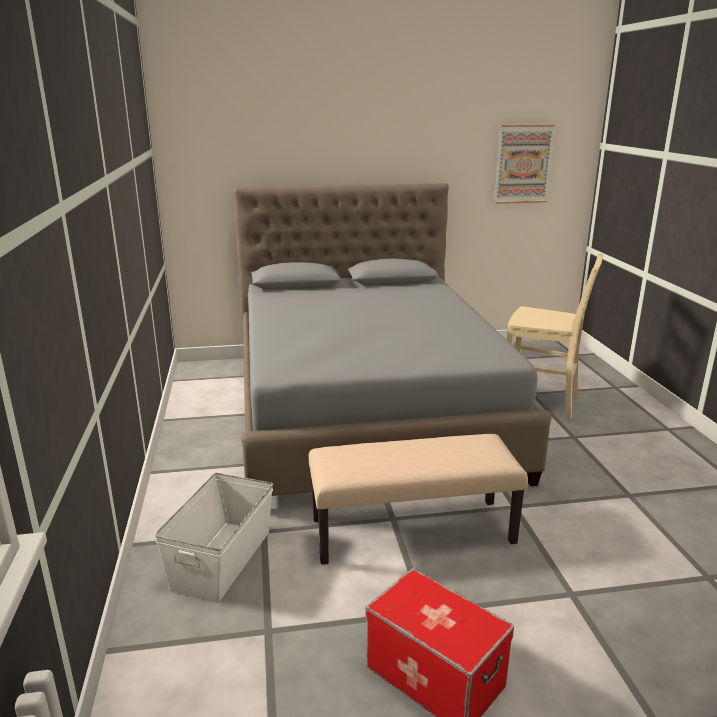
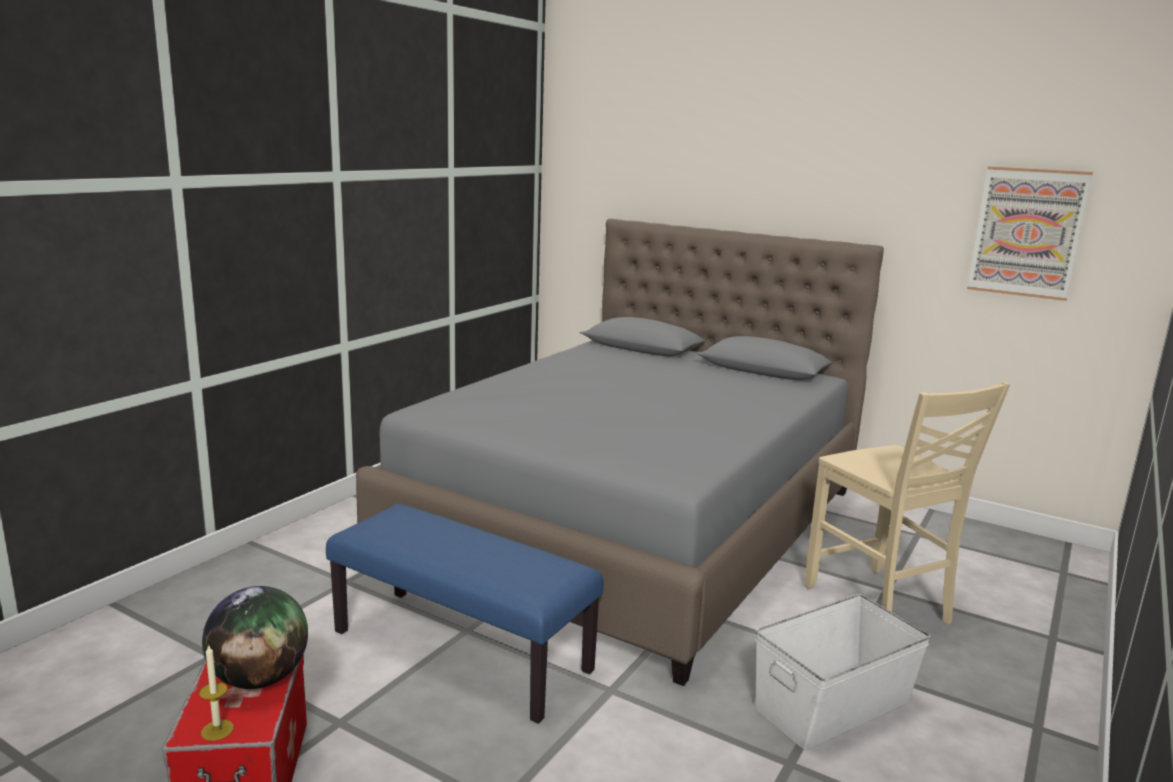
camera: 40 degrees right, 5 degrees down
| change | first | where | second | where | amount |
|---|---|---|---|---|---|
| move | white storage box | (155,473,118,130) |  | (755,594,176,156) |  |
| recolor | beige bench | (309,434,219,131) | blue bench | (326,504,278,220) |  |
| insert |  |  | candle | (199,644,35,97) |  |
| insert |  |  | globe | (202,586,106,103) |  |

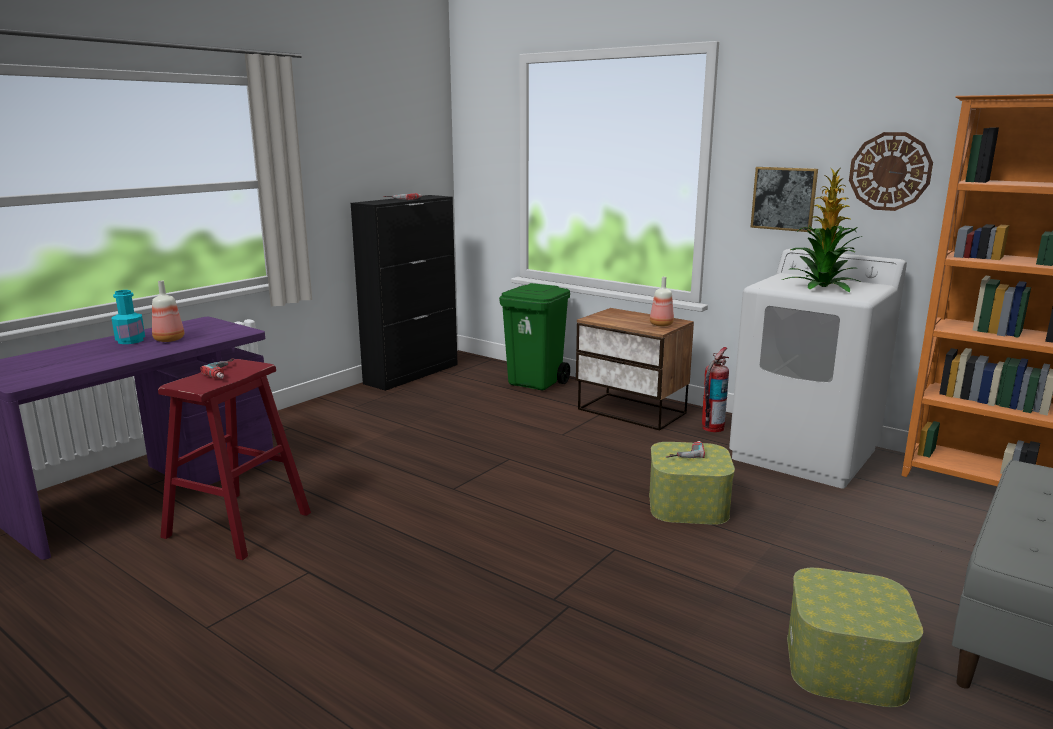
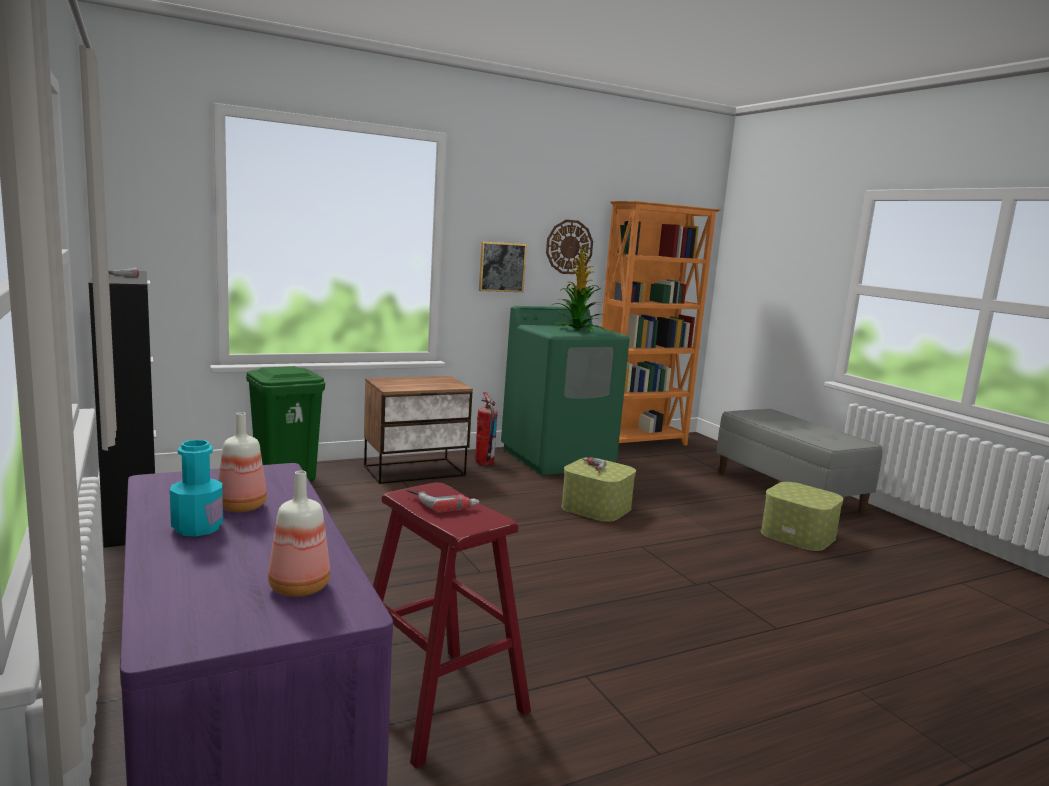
camera: 65 degrees left, 5 degrees down
| change | first | where | second | where | amount |
|---|---|---|---|---|---|
| move | bottle | (650,277,24,49) |  | (268,471,62,126) |  |
| recolor | white washing machine | (729,249,178,239) | green washing machine | (501,306,128,169) |  |

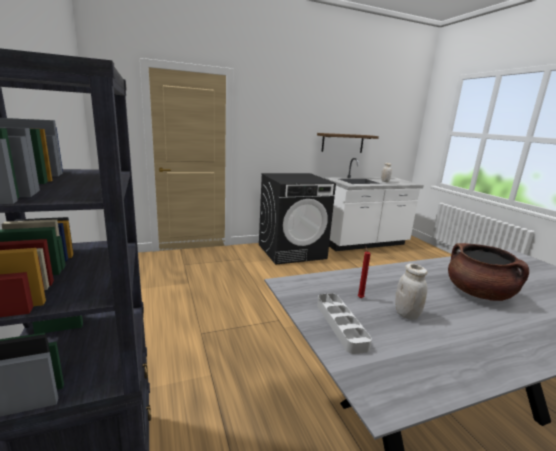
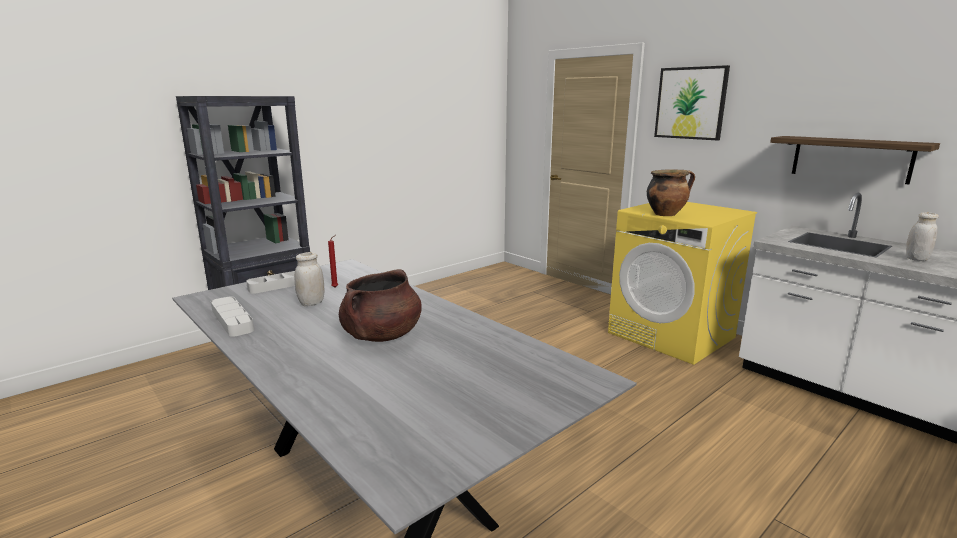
camera: 70 degrees right, 0 degrees up
| change | first | where | second | where | amount |
|---|---|---|---|---|---|
| recolor | black washing machine | (259,173,77,92) | yellow washing machine | (608,202,149,163) |  |
| insert |  |  | grey tray | (211,296,43,41) |  |
| insert |  |  | cooking pot | (647,169,48,47) |  |
| insert |  |  | picture | (654,65,76,76) |  |

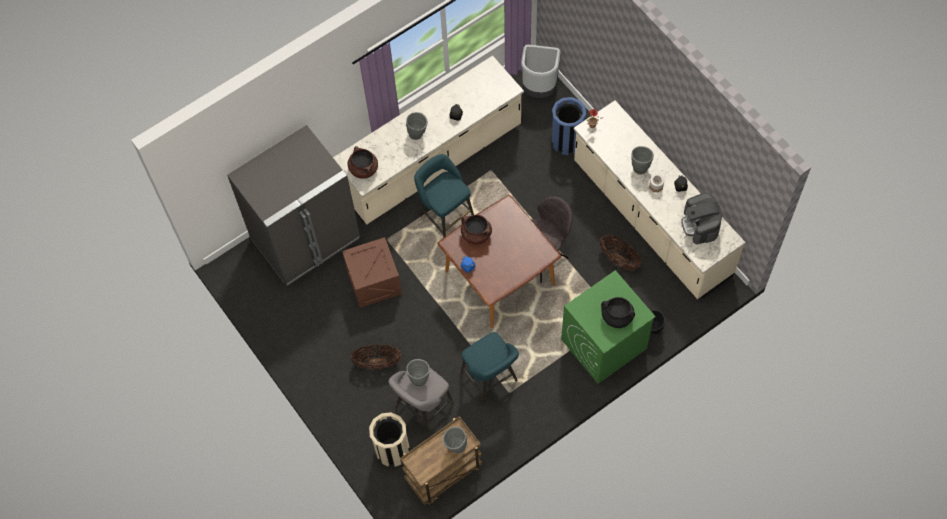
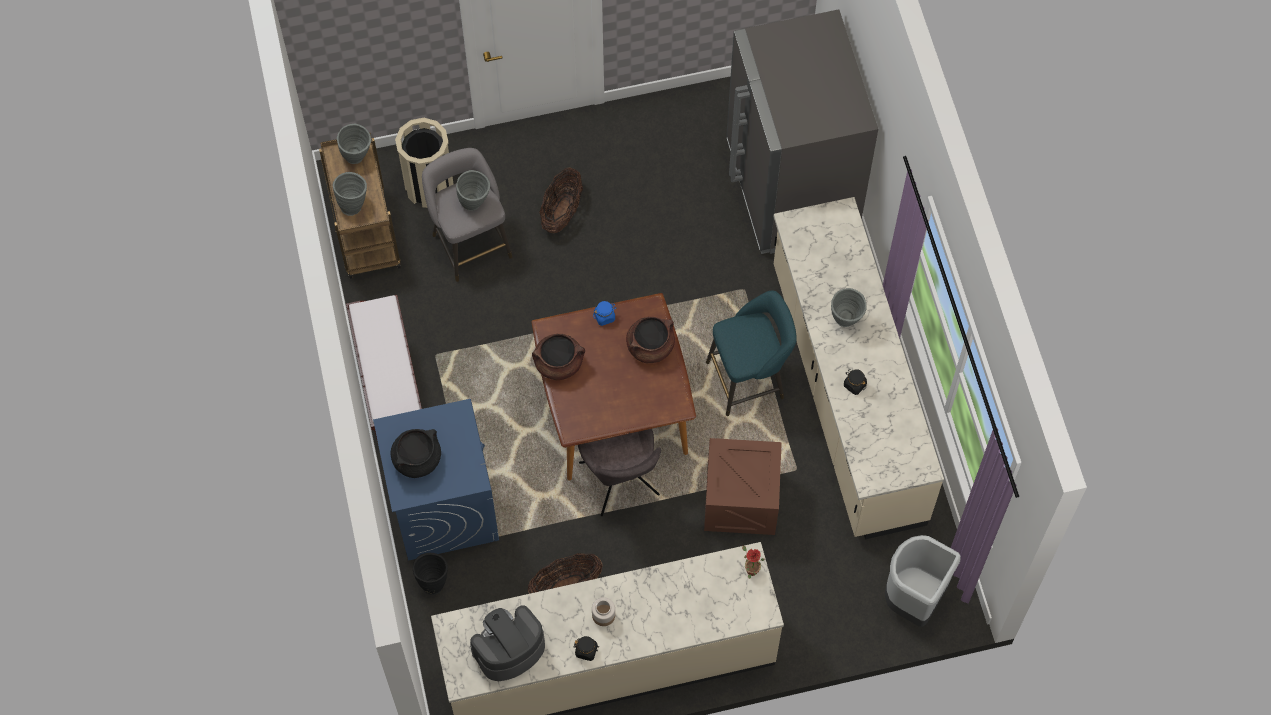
camera: 110 degrees right, 0 degrees up
| change | first | where | second | where | amount |
|---|---|---|---|---|---|
| move | crate | (342,237,60,71) |  | (704,438,78,97) |  |
| move | brown cooking pot | (348,146,30,33) |  | (532,334,53,46) |  |
| delete | turquoise stool | (461,332,58,71) |  |  |  |
| delete | blue trash can | (552,97,34,58) |  |  |  |
| recolor | green washing machine | (561,270,95,114) | blue washing machine | (373,399,126,162) |  |
| move | grey vase | (631,146,23,29) |  | (337,124,34,40) |  |
| rotate | coffee machine | (682,192,40,52) |  | (470,606,75,75) | 45 degrees counterclockwise |
| insert |  |  | brown bench | (346,295,76,147) |  |

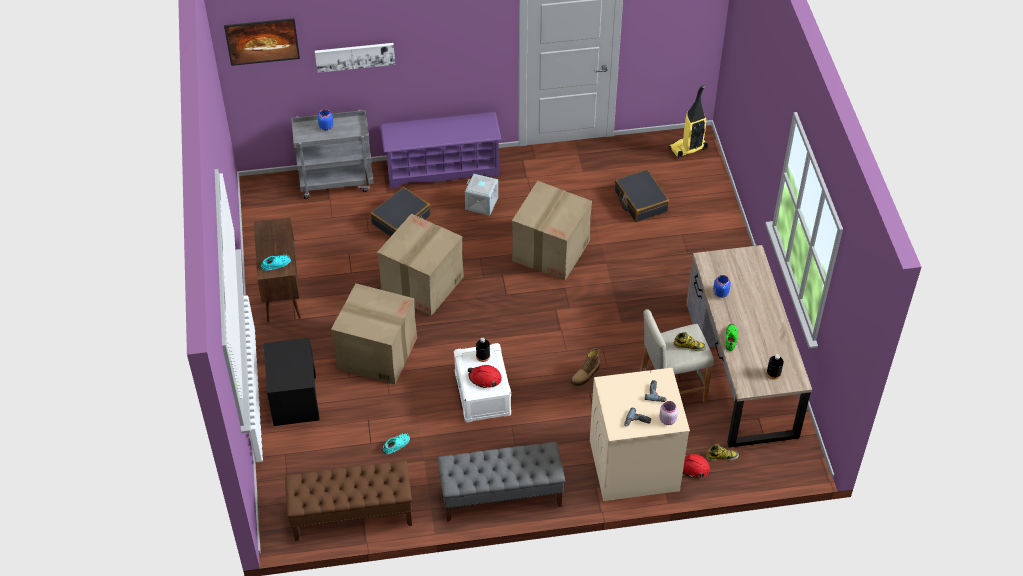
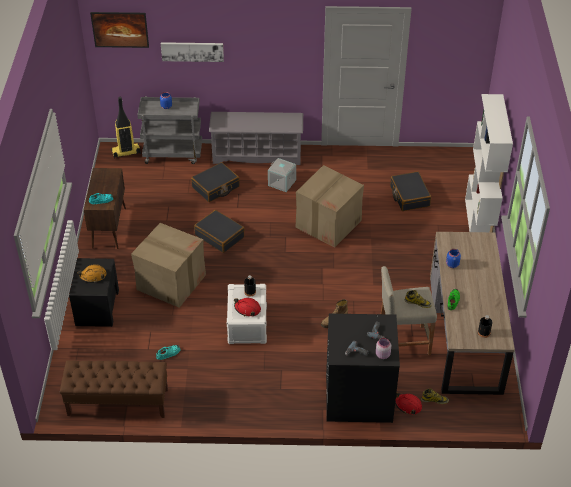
camera: 10 degrees right, 5 degrees down
| change | first | where | second | where | amount |
|---|---|---|---|---|---|
| replace | cardboard box | (377,214,87,102) | black suitcase | (194,210,51,43) |  |
| recolor | purple shoe rack | (380,112,121,76) | grey shoe rack | (209,112,94,53) |  |
| delete | grey bench | (438,442,127,80) |  |  |  |
| recolor | beige washing machine | (590,368,100,133) | black washing machine | (326,314,74,109) |  |
| move | vacuum cleaner | (669,85,39,74) |  | (111,97,30,62) |  |
| insert |  |  | orange hard hat | (78,264,29,19) |  |
| insert |  |  | white bookcase | (465,94,48,138) |  |

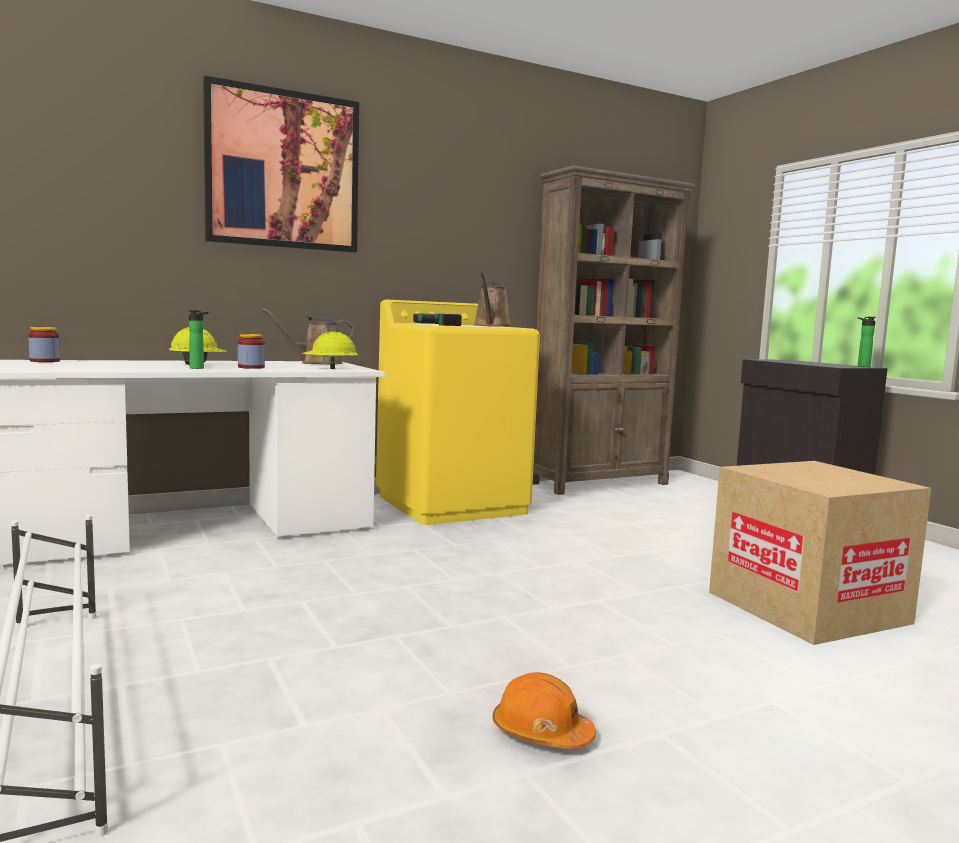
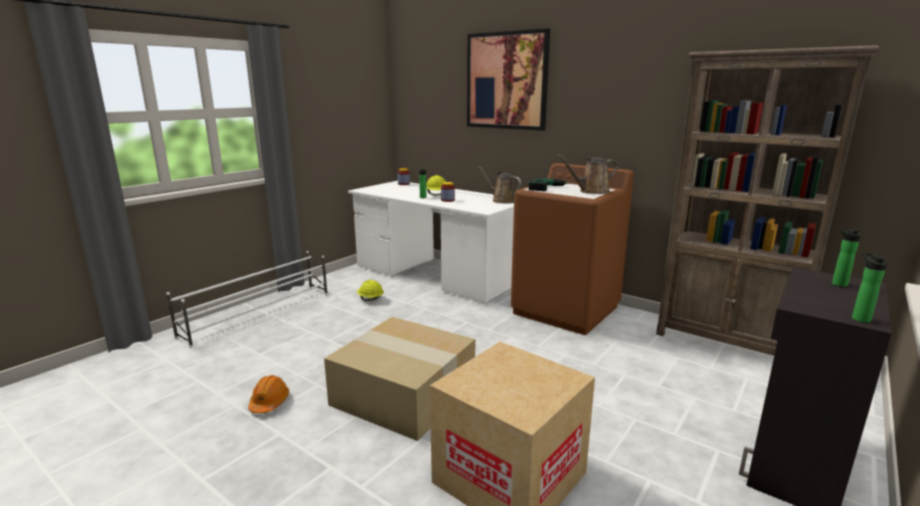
camera: 65 degrees right, 10 degrees up
| change | first | where | second | where | amount |
|---|---|---|---|---|---|
| move | yellow hard hat | (302,331,56,38) |  | (357,280,27,21) |  |
| recolor | yellow washing machine | (376,300,164,225) | brown washing machine | (511,163,123,172) |  |
| insert |  |  | cardboard box | (324,317,151,124) |  |
| insert |  |  | bottle | (832,229,29,58) |  |

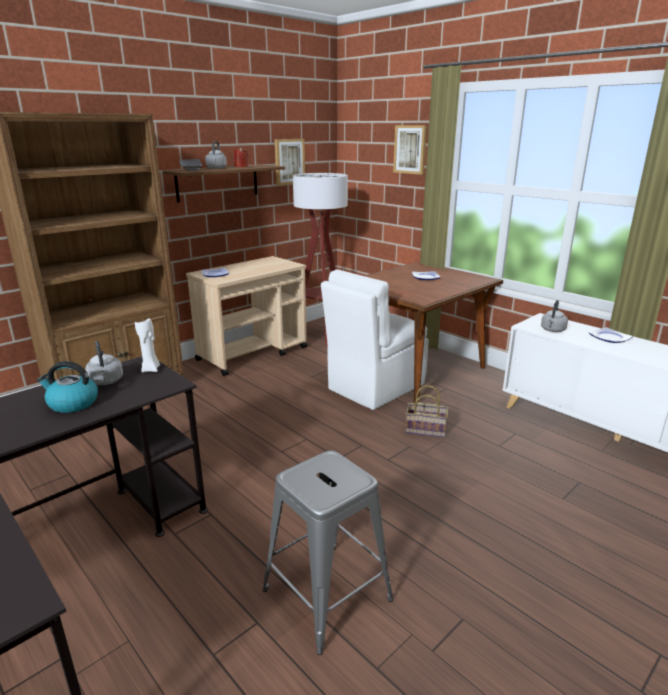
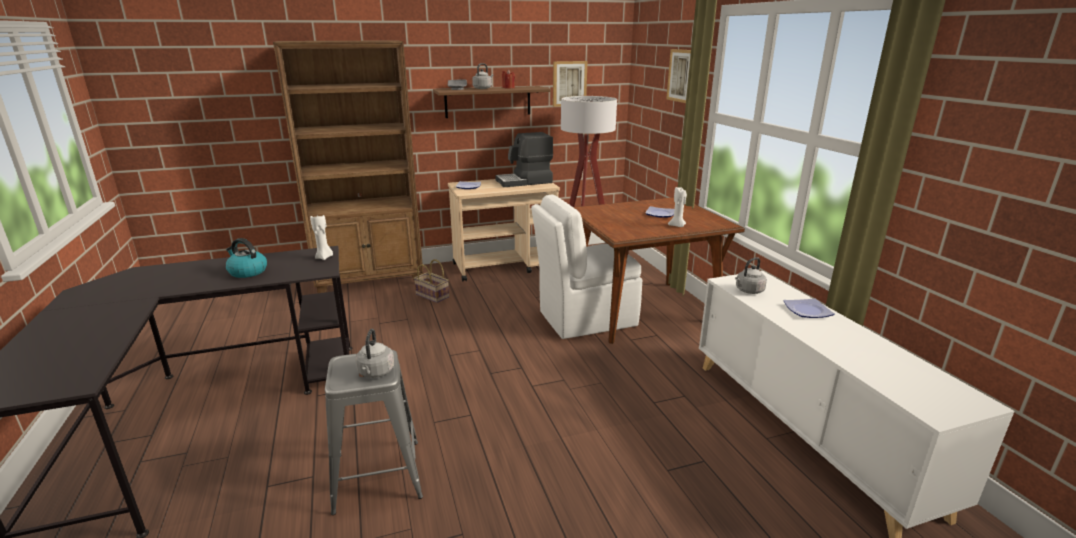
camera: 25 degrees right, 0 degrees up
| change | first | where | second | where | amount |
|---|---|---|---|---|---|
| move | grey kettle | (85,341,38,44) |  | (355,329,39,49) |  |
| move | basket | (406,385,42,53) |  | (414,259,35,44) |  |
| insert |  |  | coffee machine | (495,132,58,55) |  |
| insert |  |  | white candle | (668,187,19,40) |  |

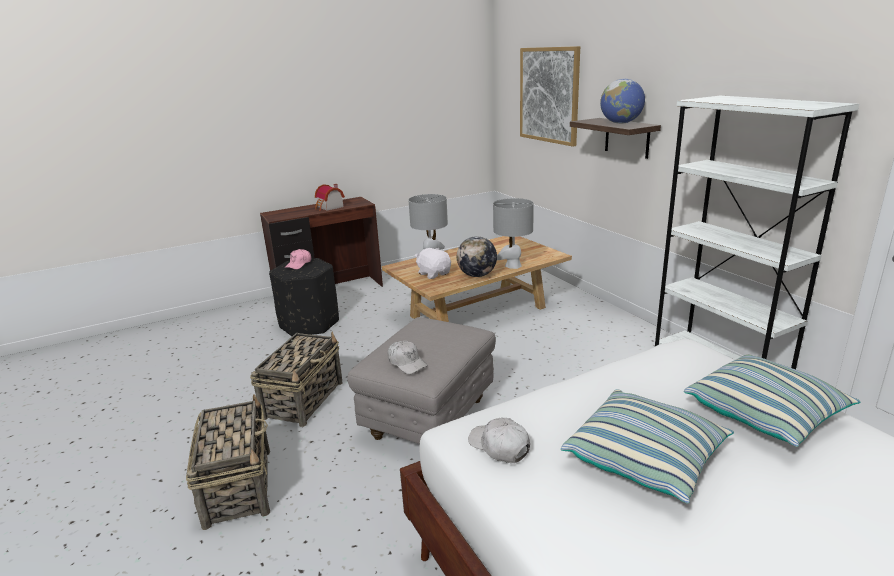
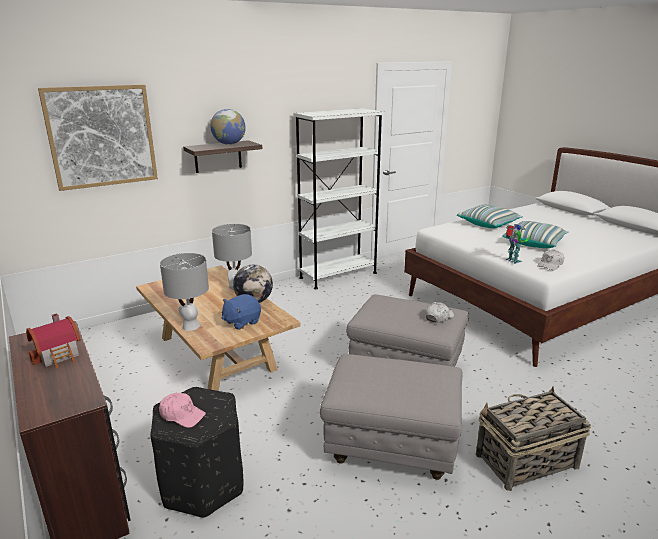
camera: 95 degrees left, 0 degrees up
| change | first | where | second | where | amount |
|---|---|---|---|---|---|
| replace | basket | (250,332,93,95) | grey ottoman | (320,354,143,126) |  |
| recolor | white plush toy | (415,248,36,31) | blue plush toy | (222,294,39,36) |  |
| insert |  |  | toy robot | (505,224,24,40) |  |

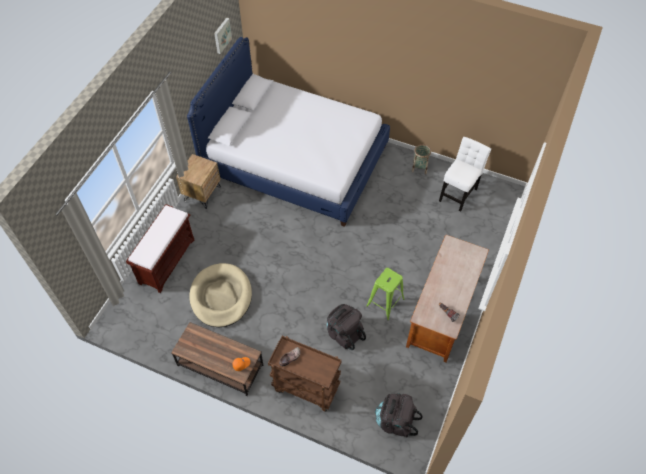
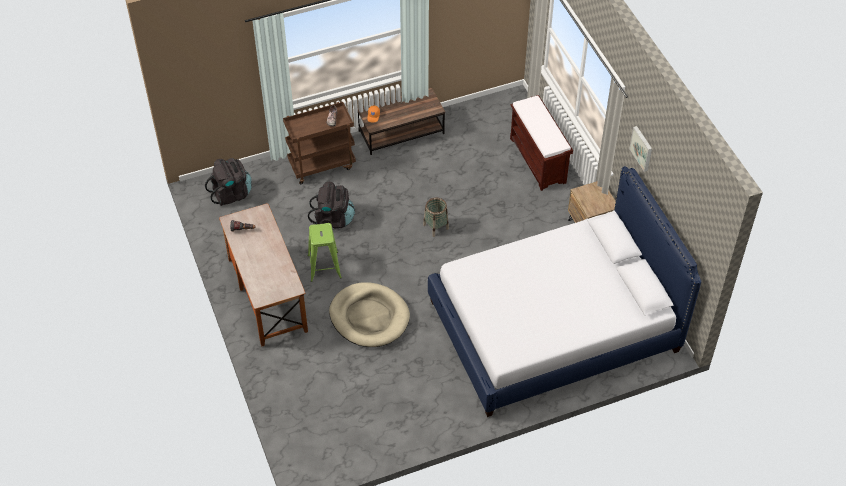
camera: 135 degrees right, 5 degrees down
| change | first | where | second | where | amount |
|---|---|---|---|---|---|
| move | beige dog bed | (189,263,63,64) |  | (329,282,81,65) |  |
| move | picture | (214,18,18,36) |  | (629,126,23,46) |  |
| move | basket | (412,144,19,30) |  | (423,198,26,39) |  |
| delete | white chair | (439,137,52,75) |  |  |  |

